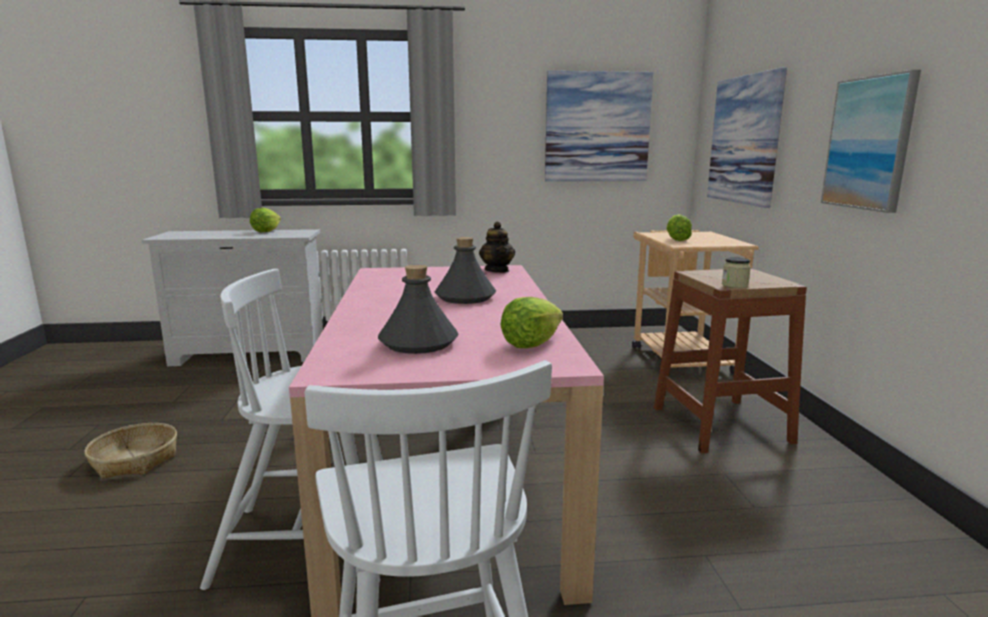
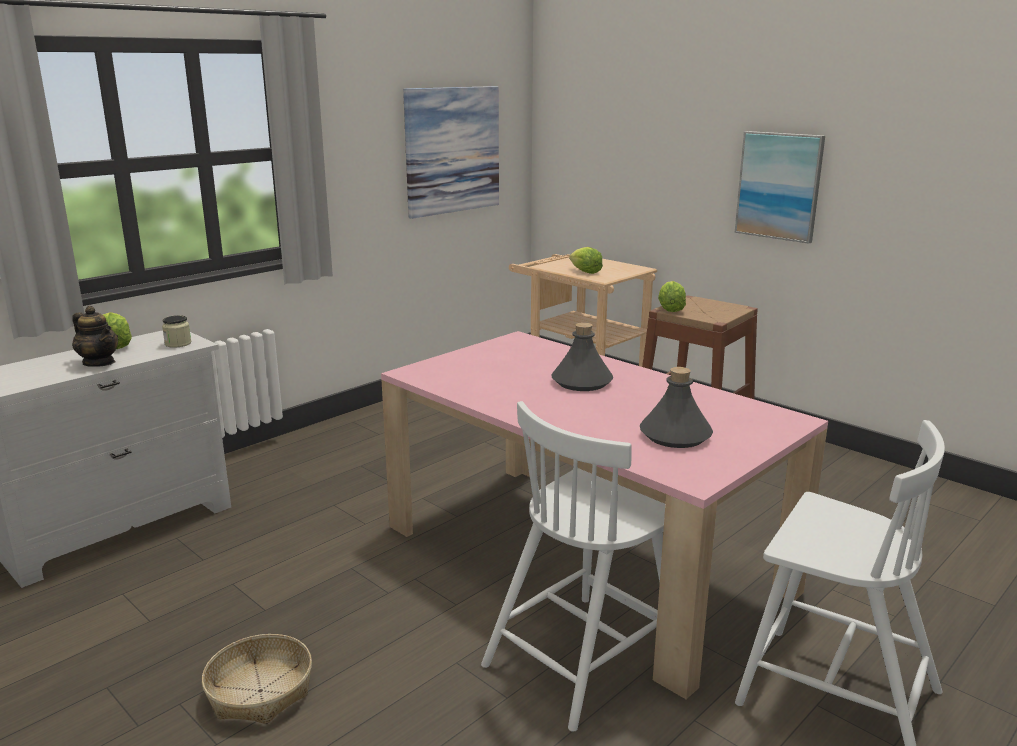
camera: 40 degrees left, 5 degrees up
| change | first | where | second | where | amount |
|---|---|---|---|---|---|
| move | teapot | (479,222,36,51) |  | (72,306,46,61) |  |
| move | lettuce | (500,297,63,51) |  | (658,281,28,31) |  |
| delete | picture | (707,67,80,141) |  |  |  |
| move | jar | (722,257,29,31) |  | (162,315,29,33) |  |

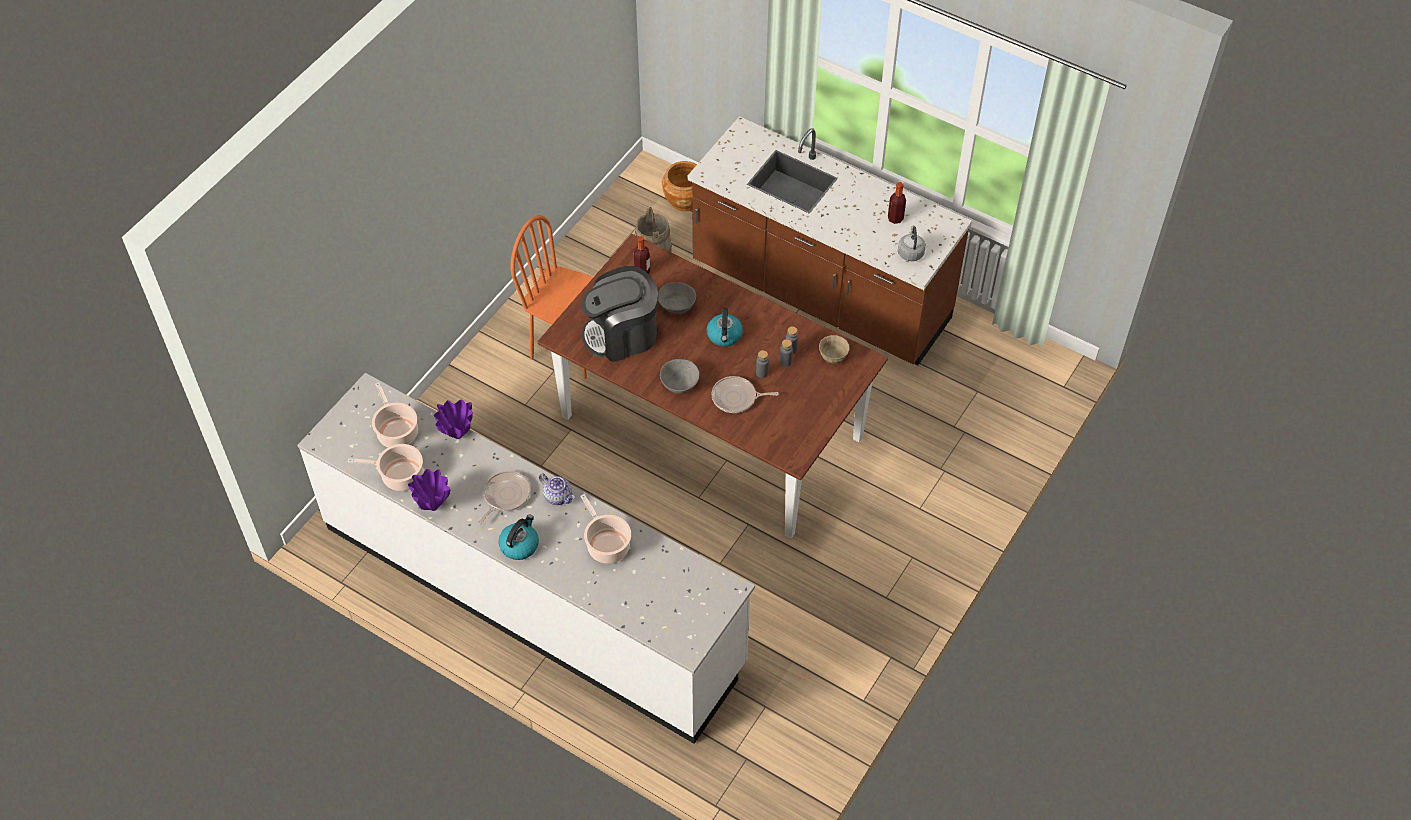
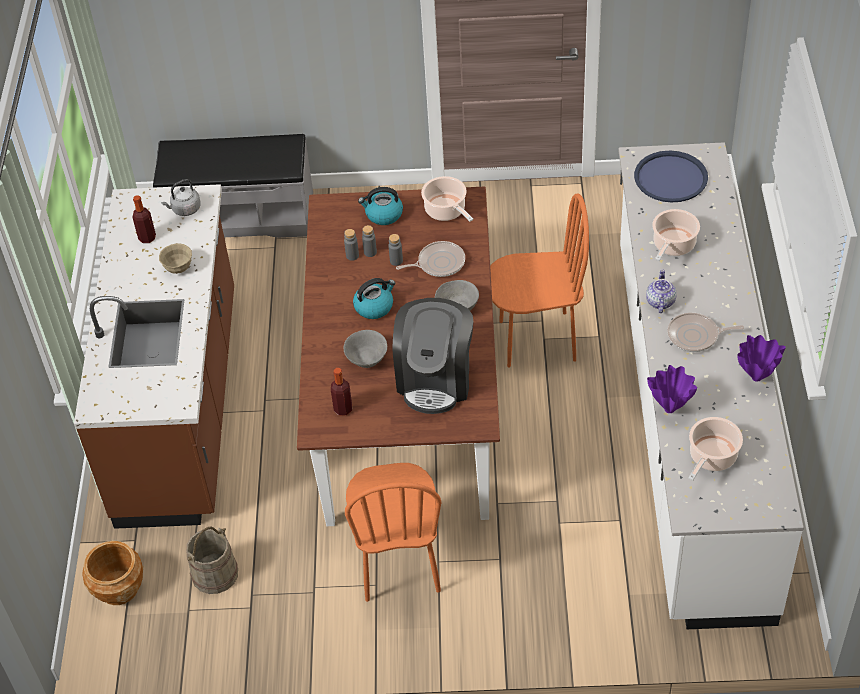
camera: 120 degrees left, 5 degrees down
| change | first | where | second | where | amount |
|---|---|---|---|---|---|
| move | cooking pot | (348,444,75,47) |  | (421,176,52,46) |  |
| move | kettle | (499,515,40,45) |  | (358,187,45,38) |  |
| rotate | coffee machine | (581,266,77,96) |  | (393,298,80,116) | 60 degrees clockwise |
| rotate | frying pan | (712,376,67,37) |  | (396,241,69,36) | 75 degrees counterclockwise |
| move | beige bowl | (819,335,31,28) |  | (159,243,33,31) |  |
| insert |  |  | grey bench | (153,134,160,104) |  |
| insert |  |  | orange chair | (490,193,99,174) |  |
| insert |  |  | blue tray | (634,151,74,51) |  |

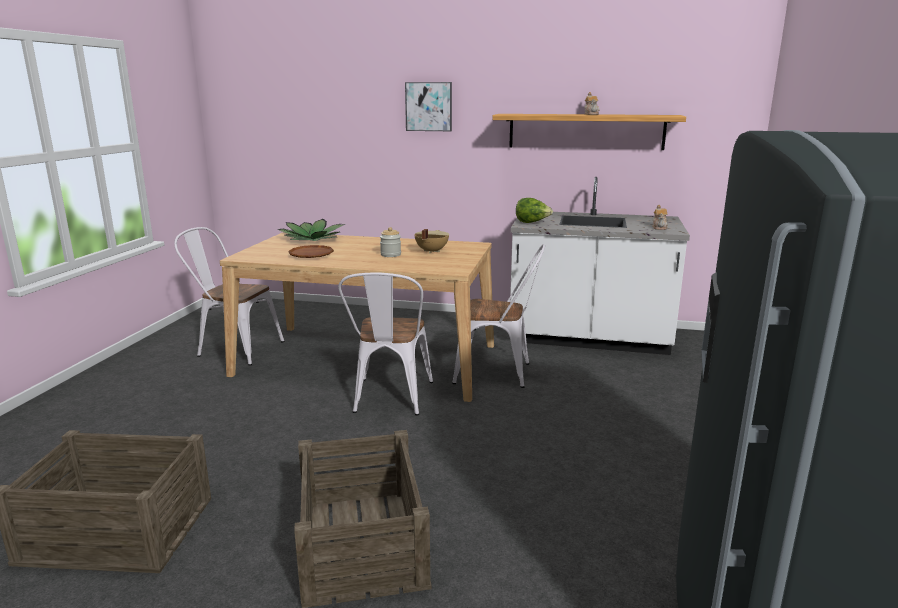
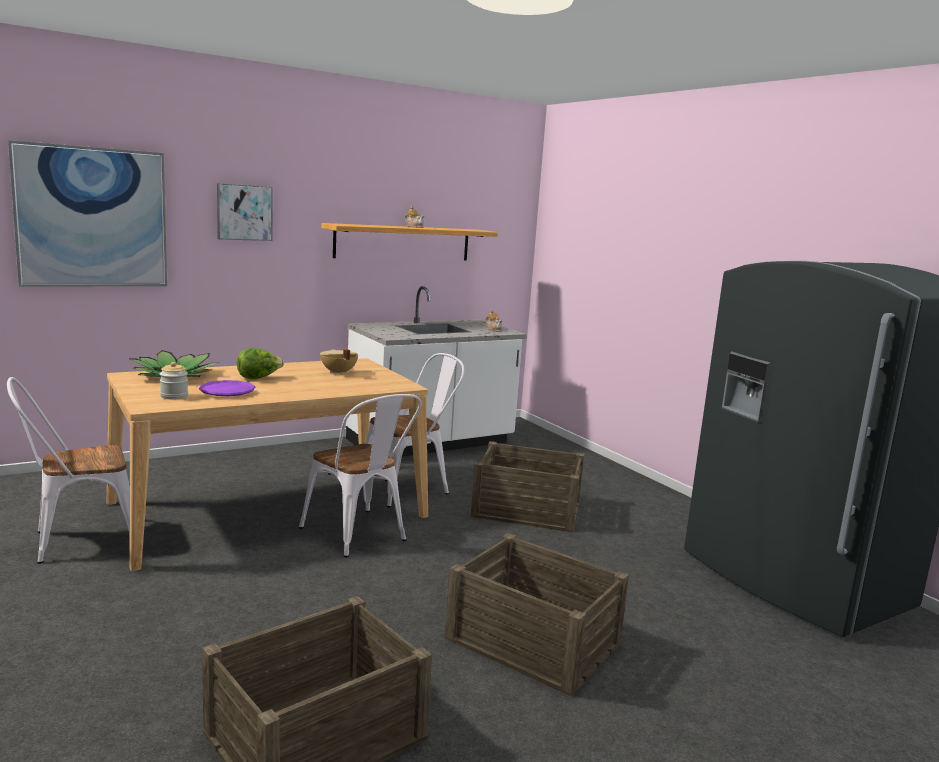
camera: 45 degrees left, 5 degrees down
| change | first | where | second | where | amount |
|---|---|---|---|---|---|
| recolor | brown plate | (288,245,46,13) | purple plate | (198,380,57,16) |  |
| move | jar | (380,227,21,30) |  | (160,362,28,37) |  |
| move | lettuce | (516,198,37,25) |  | (237,348,47,31) |  |
| insert |  |  | picture | (8,140,159,147) |  |
| insert |  |  | crate | (471,441,113,91) |  |

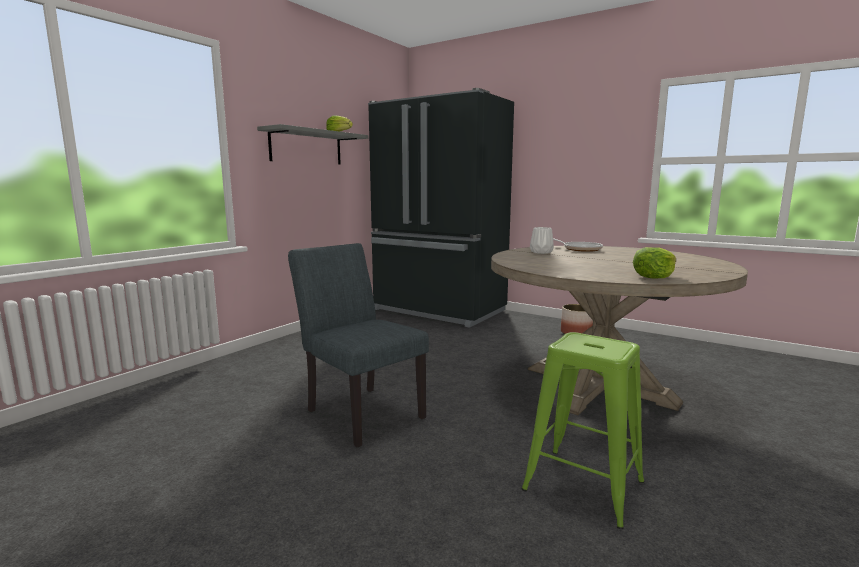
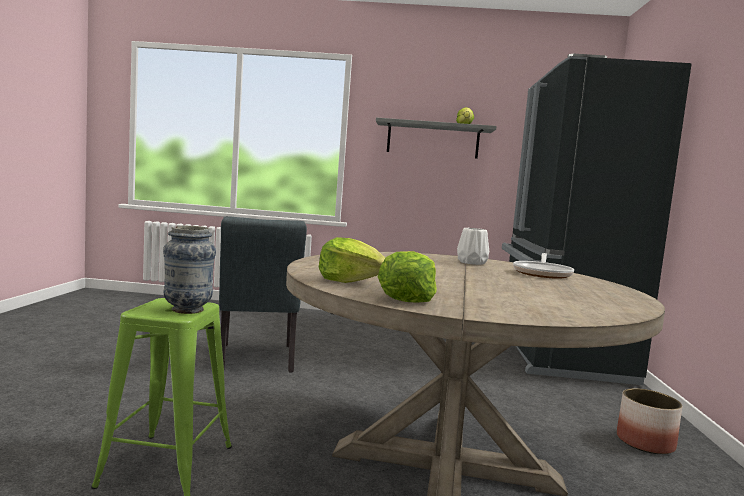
camera: 60 degrees right, 5 degrees down
| change | first | where | second | where | amount |
|---|---|---|---|---|---|
| rotate | grey chair | (288,243,141,205) |  | (219,216,88,157) | 150 degrees clockwise |
| insert |  |  | vase | (163,226,53,88) |  |
| insert |  |  | lettuce | (378,251,59,52) |  |

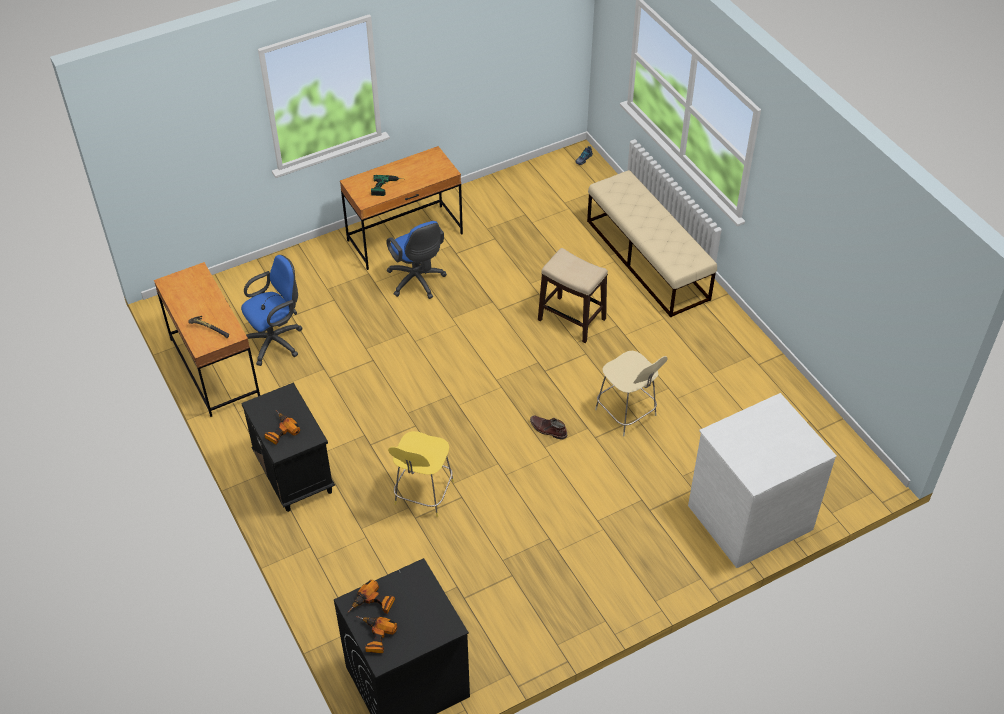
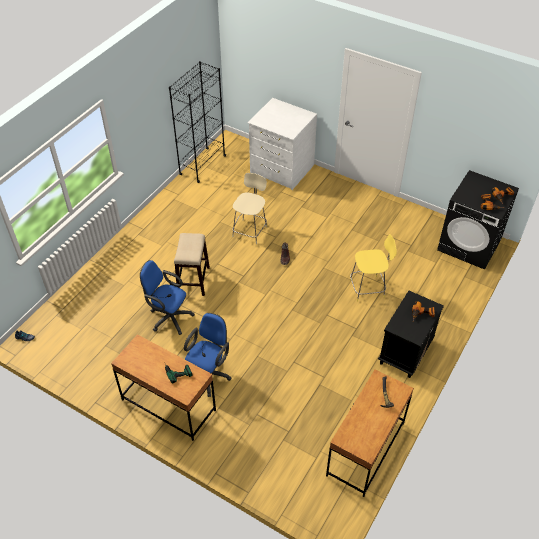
camera: 120 degrees left, 0 degrees up
| change | first | where | second | where | amount |
|---|---|---|---|---|---|
| move | blue office chair | (241,255,62,111) |  | (140,260,55,75) |  |
| delete | beige bench | (587,170,130,148) |  |  |  |
| insert |  |  | black bookcase | (169,61,57,122) |  |

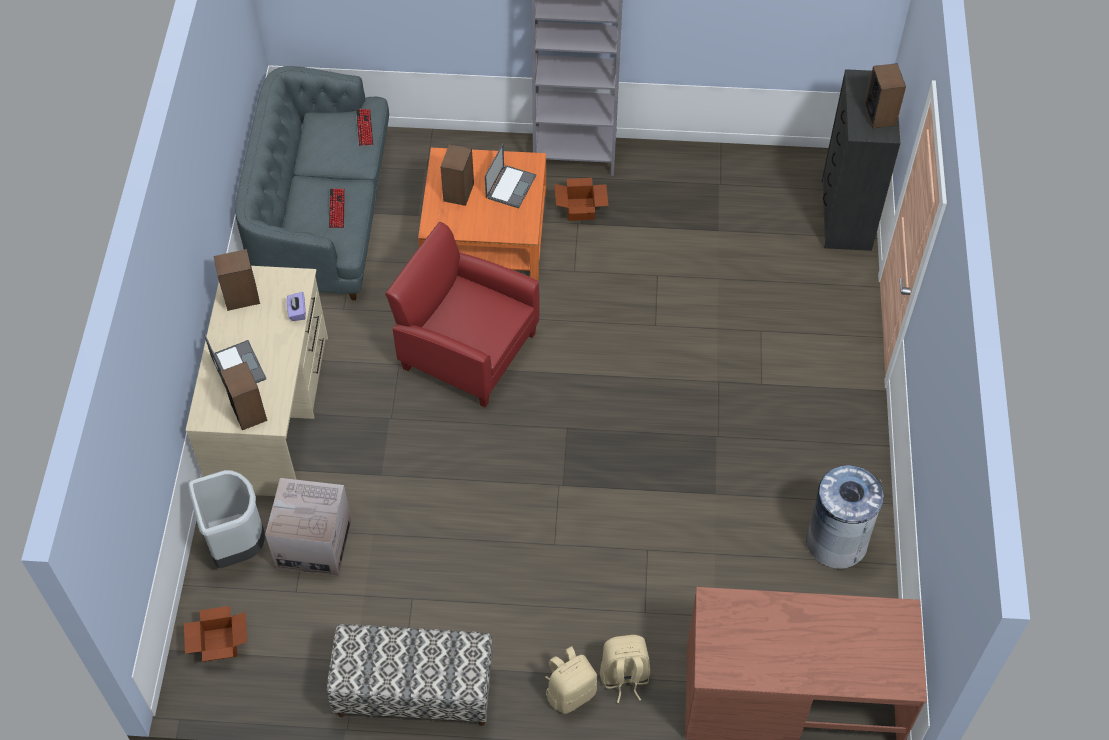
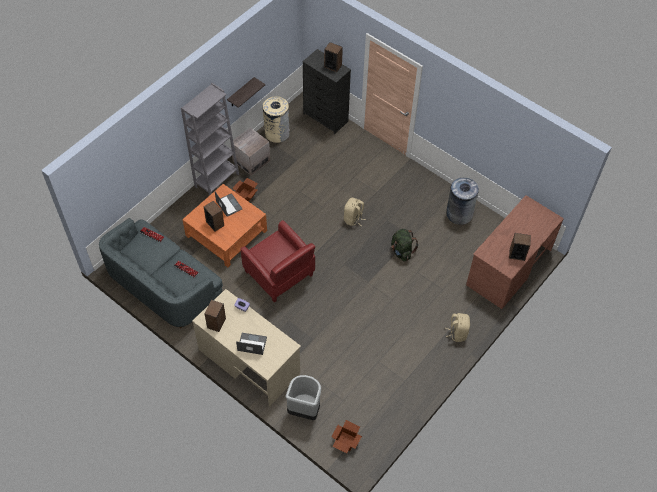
camera: 55 degrees left, 0 degrees up
| change | first | where | second | where | amount |
|---|---|---|---|---|---|
| move | speaker | (221,362,46,68) |  | (509,233,22,28) |  |
| move | cardboard box | (265,478,87,98) |  | (231,127,39,49) |  |
| delete | bench | (327,624,166,102) |  |  |  |
| rotate | red armchair | (385,222,155,186) |  | (241,220,74,82) | 105 degrees counterclockwise |
| move | beige backpack | (600,635,50,68) |  | (344,198,22,28) |  |
| insert |  |  | shelf | (227,77,38,31) |  |
| insert |  |  | beige trash can | (263,97,27,46) |  |
| insert |  |  | green backpack | (391,229,28,32) |  |

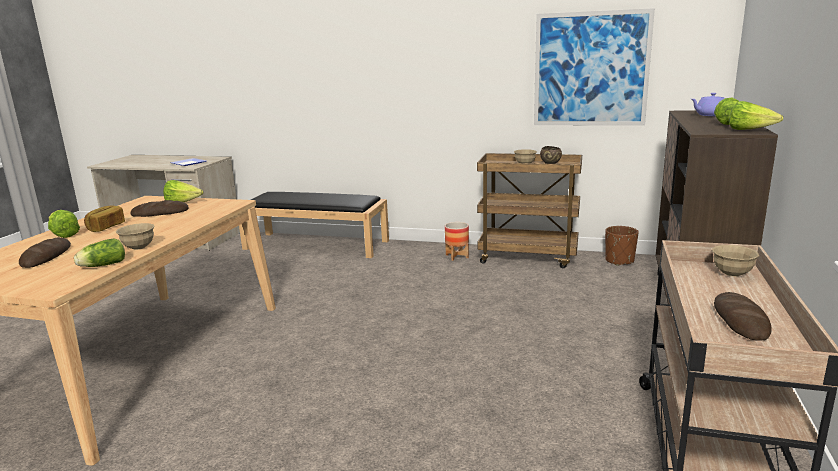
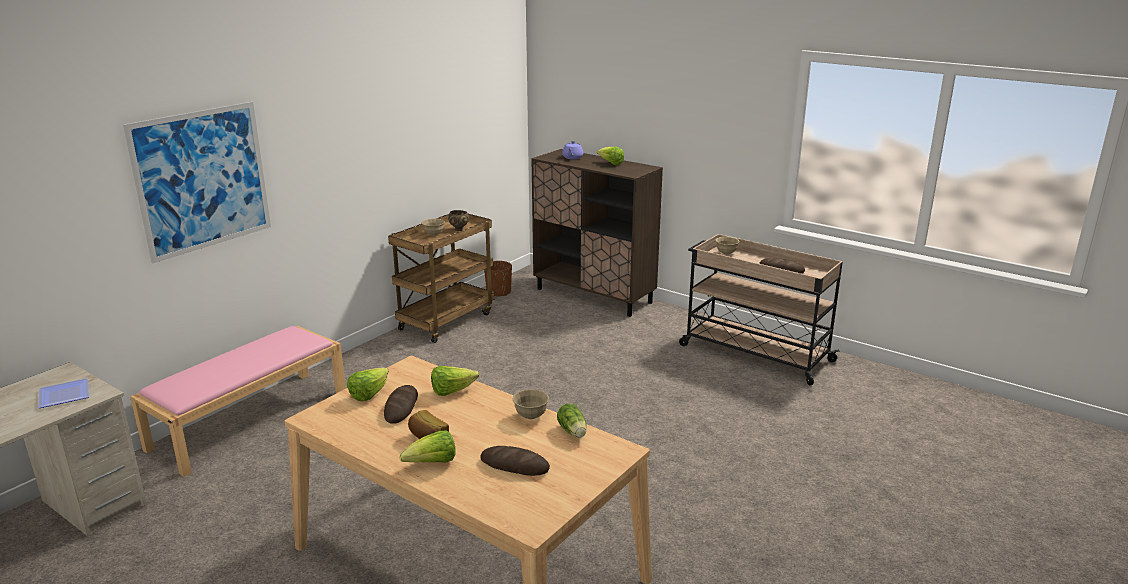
camera: 70 degrees left, 5 degrees up
| change | first | where | second | where | amount |
|---|---|---|---|---|---|
| recolor | black bench | (239,192,150,66) | pink bench | (130,326,216,151) |  |
| delete | planter | (445,222,24,39) |  |  |  |
| move | picture | (534,8,121,118) |  | (123,102,148,161) |  |
| move | lettuce | (729,101,54,29) |  | (431,366,48,30) |  |

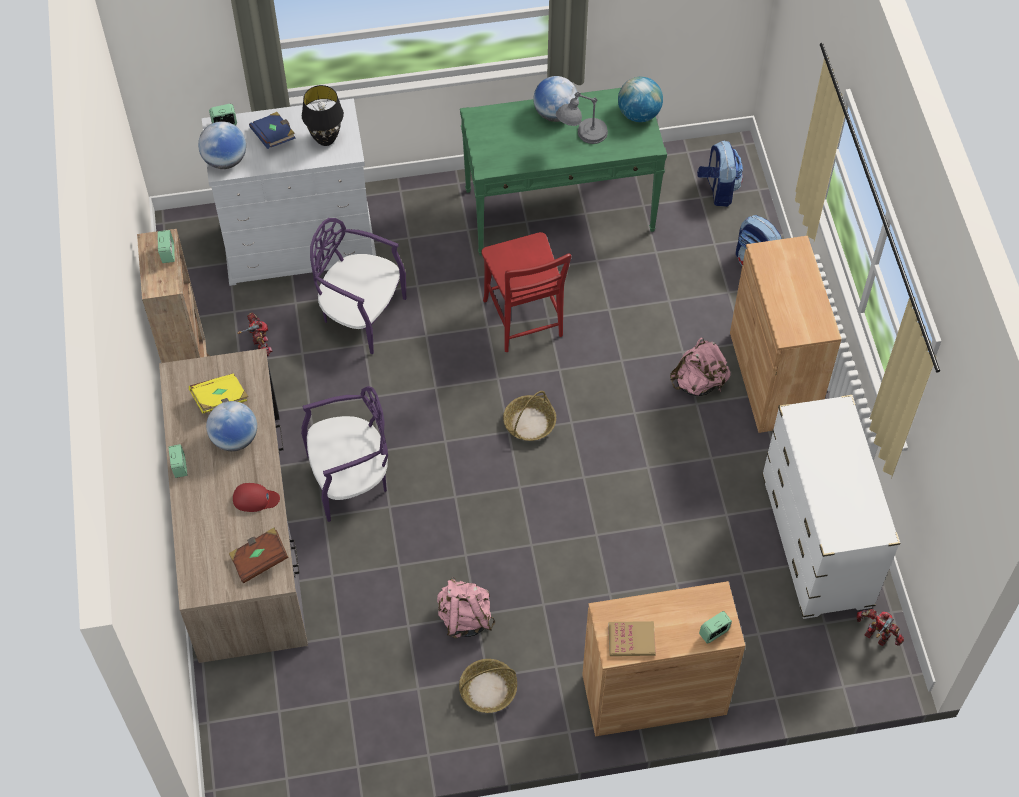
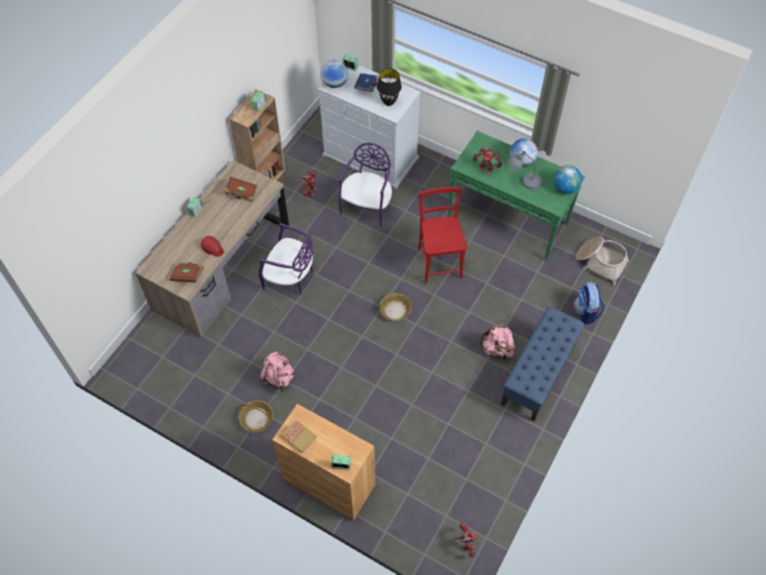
camera: 40 degrees right, 0 degrees up
| change | first | where | second | where | amount |
|---|---|---|---|---|---|
| recolor | yellow book | (189,373,59,41) | brown book | (225,177,32,25) |  |
| delete | globe | (206,401,51,50) |  |  |  |
| rotate | purple chair | (310,218,96,136) |  | (338,143,54,84) | 45 degrees clockwise |
| rotate | red chair | (481,232,91,120) |  | (418,187,50,97) | 150 degrees clockwise |
| replace | backpack | (697,141,46,66) | basket | (576,236,53,49) |  |
| replace | brown cabinet | (730,236,111,197) | blue bench | (501,306,84,116) |  |
| delete | white dresser | (762,395,138,224) |  |  |  |
| insert |  |  | toy robot | (473,143,29,32) |  |

